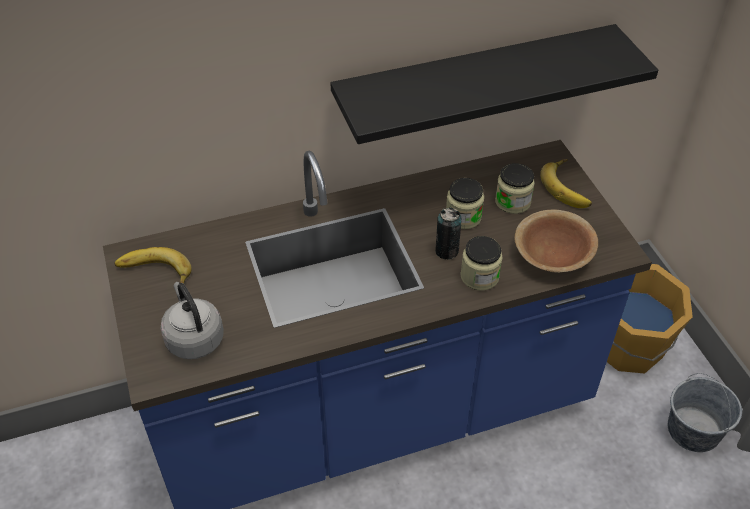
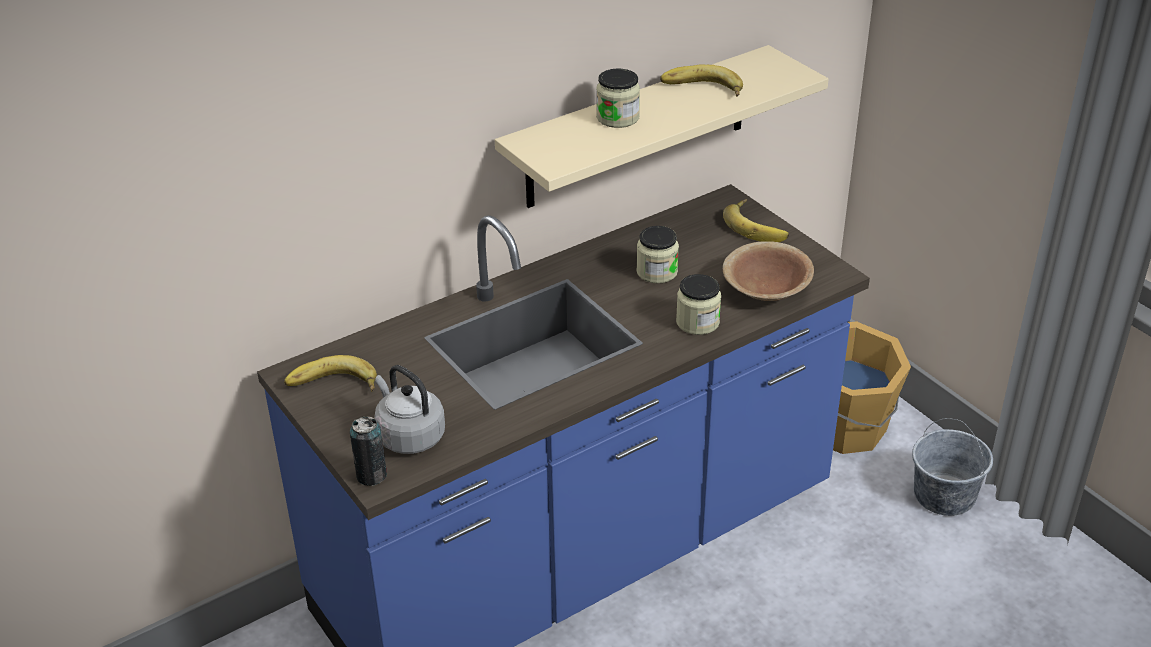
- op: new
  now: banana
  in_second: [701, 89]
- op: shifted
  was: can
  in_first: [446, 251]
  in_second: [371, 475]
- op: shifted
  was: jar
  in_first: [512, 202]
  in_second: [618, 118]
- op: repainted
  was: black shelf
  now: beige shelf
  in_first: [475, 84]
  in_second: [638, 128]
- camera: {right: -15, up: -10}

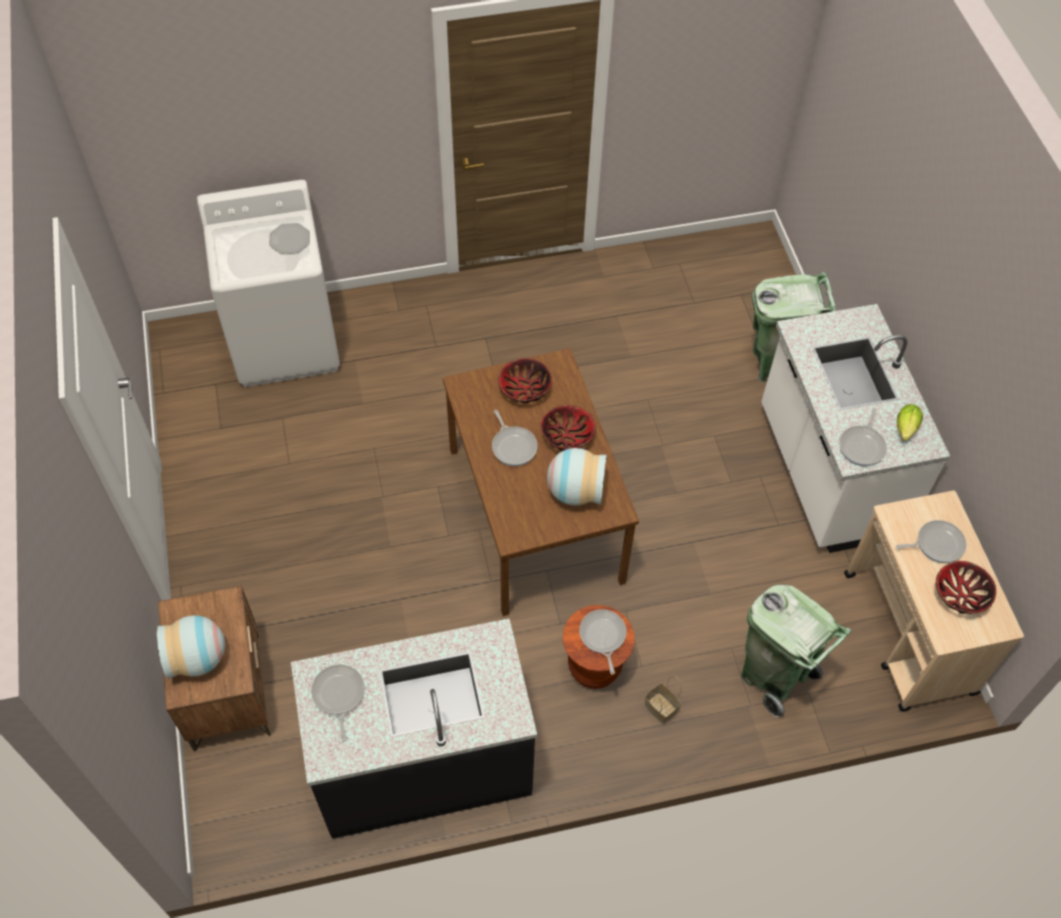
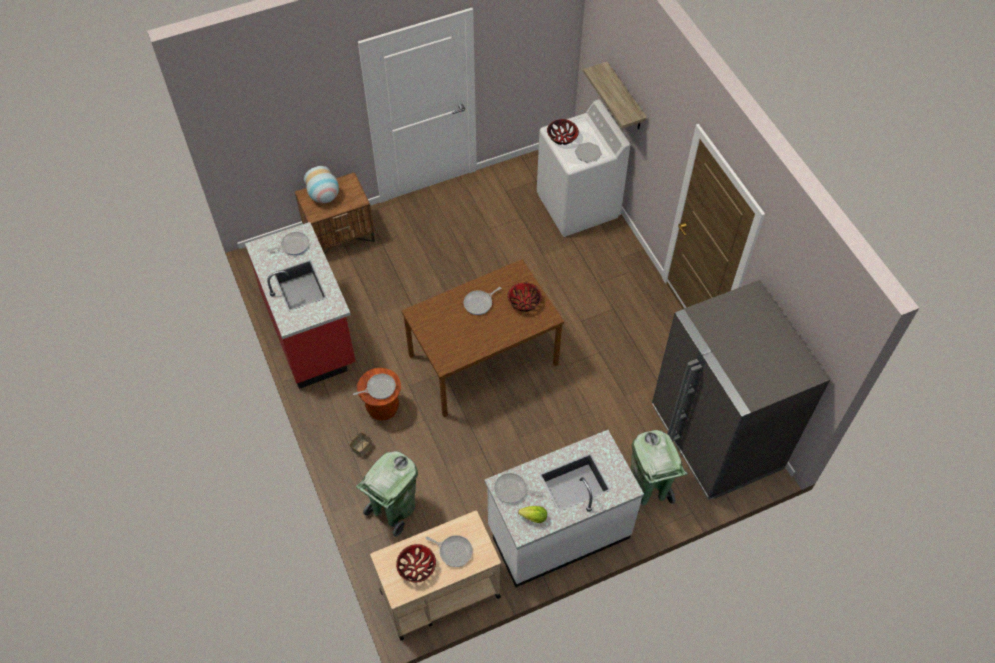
- op: gone
  was: vase
  in_first: [575, 491]
- op: new
  now: shelf
  in_second: [625, 98]
- op: new
  now: grey fridge
  in_second: [715, 438]
- op: shifted
  was: bowl
  in_first: [567, 436]
  in_second: [562, 137]
- op: repainted
  was: black counter
  now: red counter
  in_first: [423, 763]
  in_second: [311, 333]
- op: rotated
  was: frying pan
  in_first: [936, 544]
  in_second: [454, 551]
  clockwise: -45
- camera: {right: 80, up: 0}

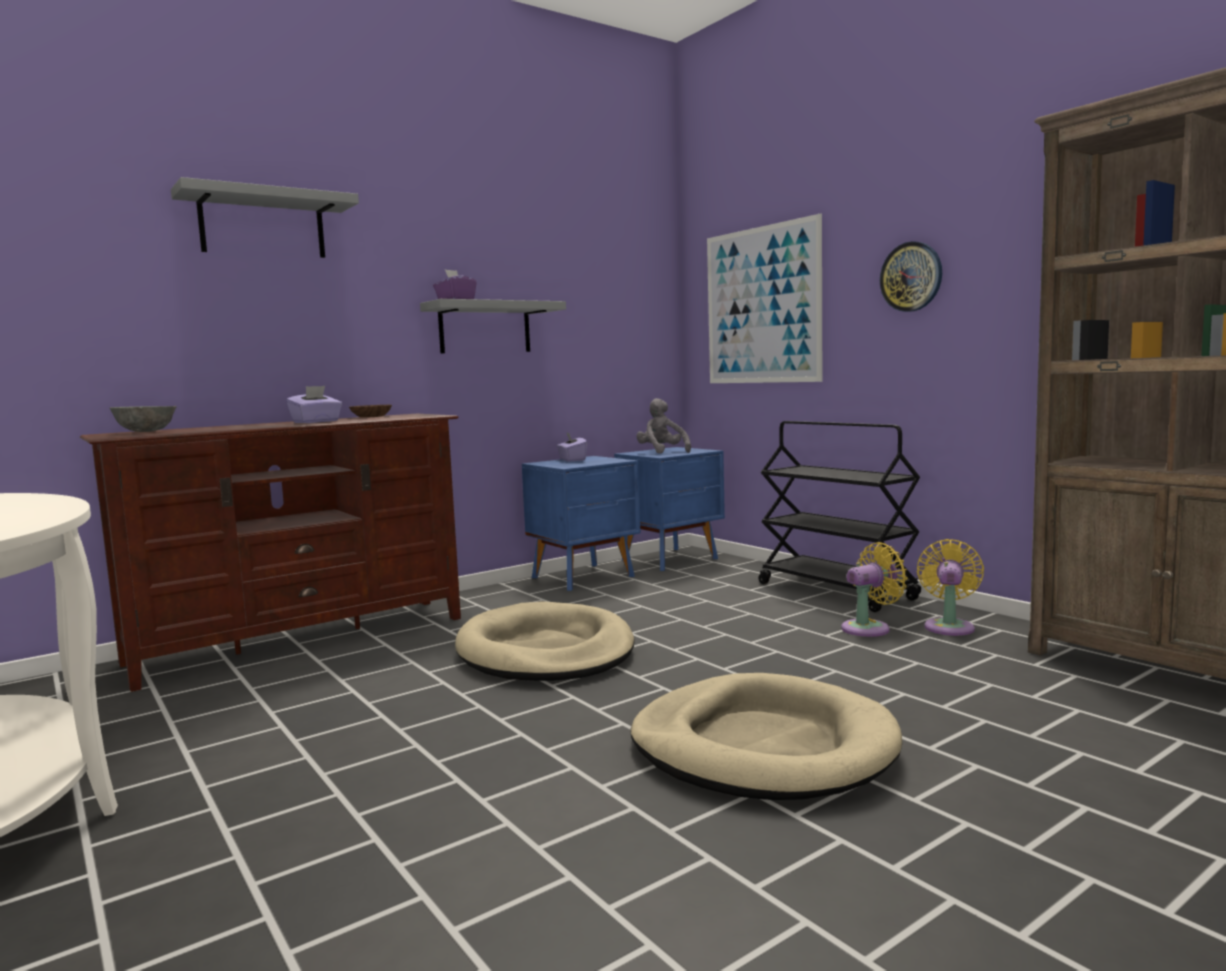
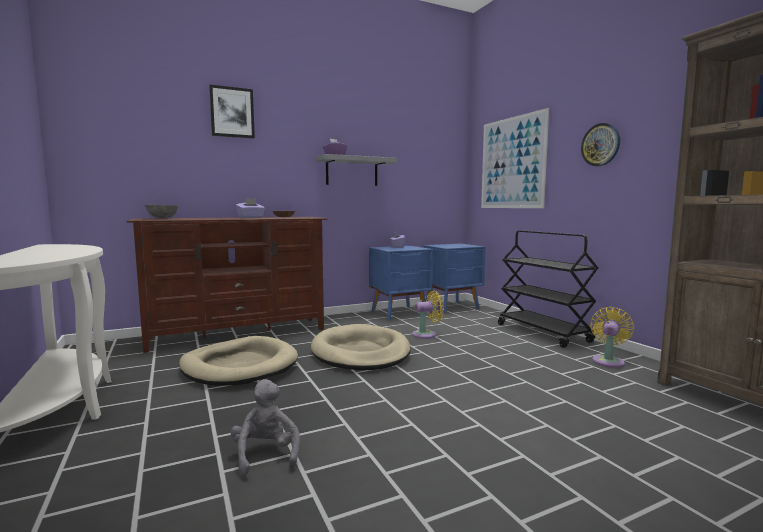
- op: shifted
  was: beige dog bed
  in_first: [762, 746]
  in_second: [239, 366]
- op: shifted
  was: grey plush toy
  in_first: [662, 452]
  in_second: [266, 455]
- op: shifted
  was: yellow fan
  in_first: [870, 628]
  in_second: [427, 334]
- op: swapped
  was: grey shelf
  now: picture
  in_first: [262, 225]
  in_second: [232, 112]
- camera: {right: 10, up: 0}

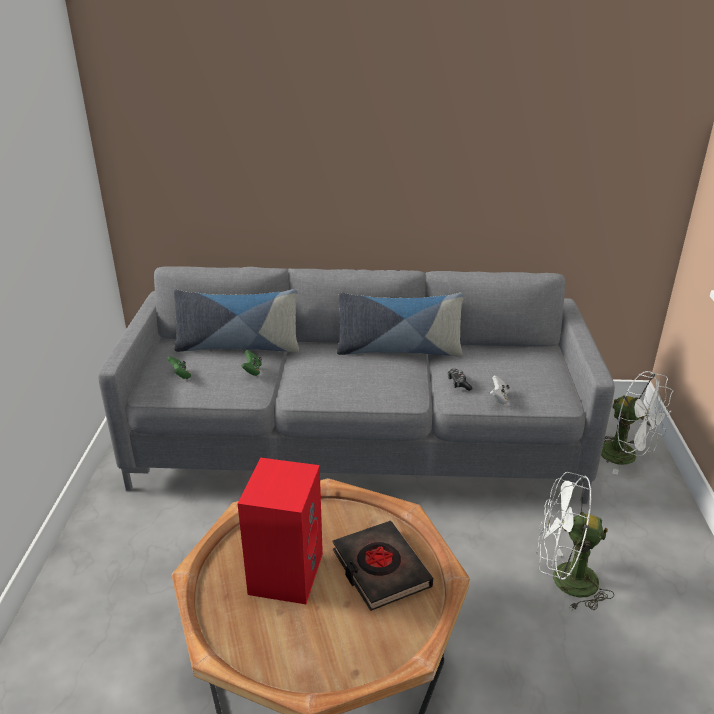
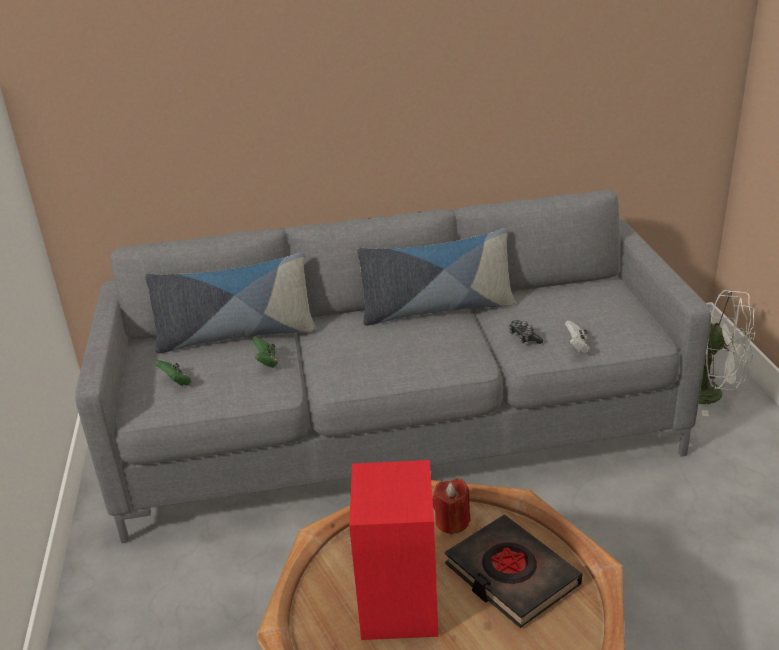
- op: gone
  was: white fan
  in_first: [564, 580]
- op: new
  now: red candle
  in_second: [452, 522]
- camera: {right: -10, up: 0}

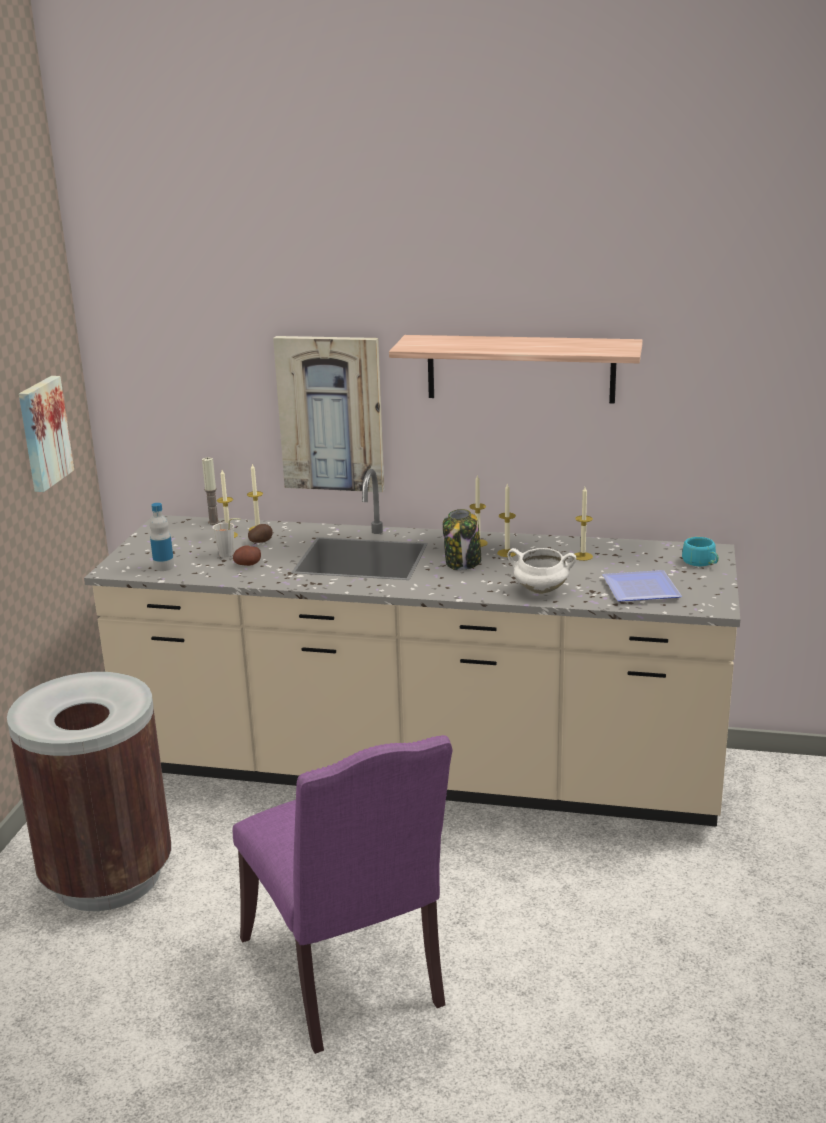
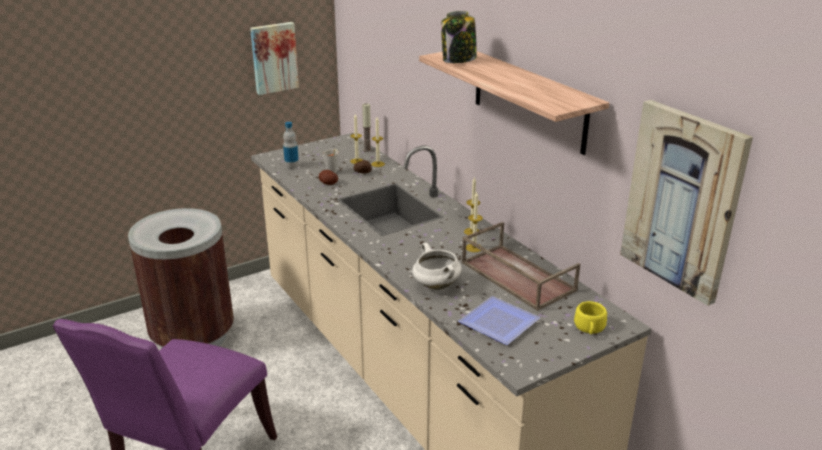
- op: shifted
  was: picture
  in_first: [331, 413]
  in_second: [682, 201]
- op: shifted
  was: jar
  in_first: [463, 563]
  in_second: [458, 60]
- op: swapped
  was: candle
  now: brown tray
  in_first: [582, 556]
  in_second: [515, 276]
- op: repainted
  was: turquoise cup
  now: yellow cup
  in_first: [701, 562]
  in_second: [589, 328]
- camera: {right: 45, up: 5}

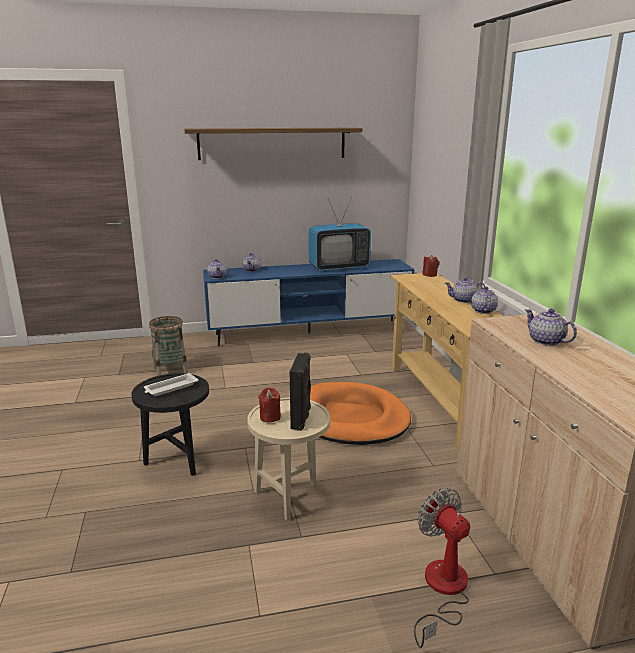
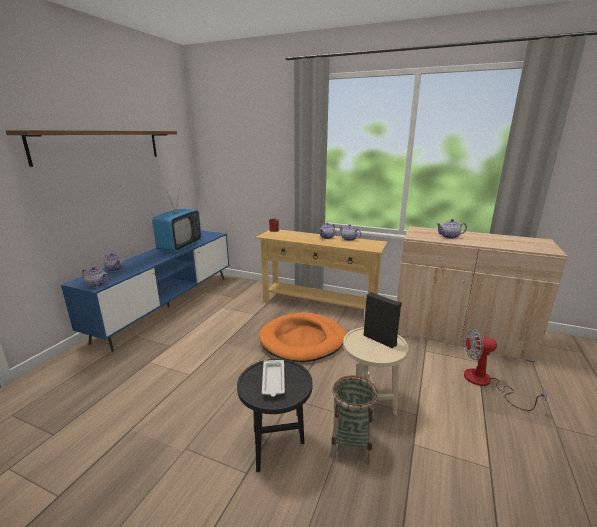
- op: gone
  was: red candle
  in_first: [270, 417]
- op: shifted
  was: basket
  in_first: [170, 370]
  in_second: [351, 444]
- camera: {right: -55, up: 0}

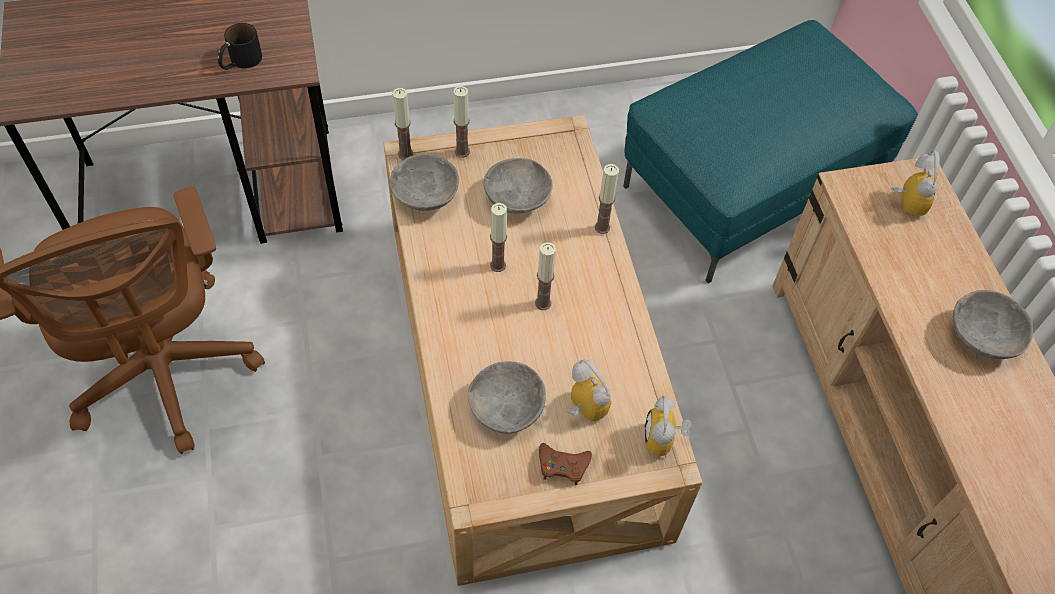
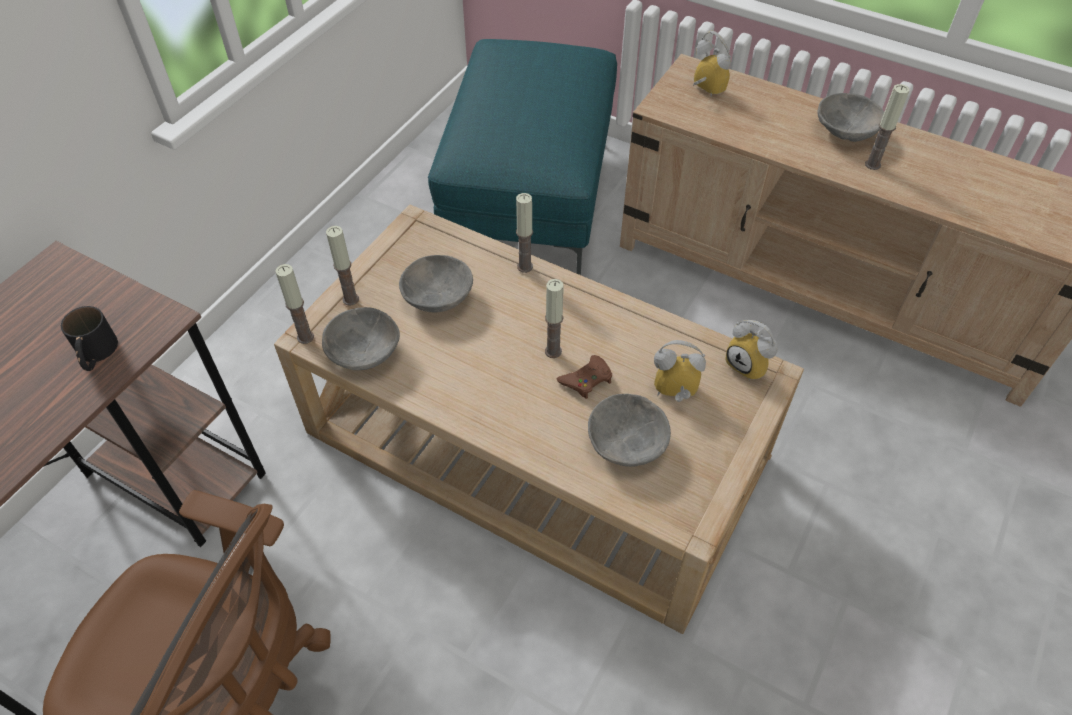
- op: shifted
  was: candle
  in_first: [497, 265]
  in_second: [872, 164]
- op: shifted
  was: brown game controller
  in_first: [563, 465]
  in_second: [586, 380]
- camera: {right: -45, up: -5}

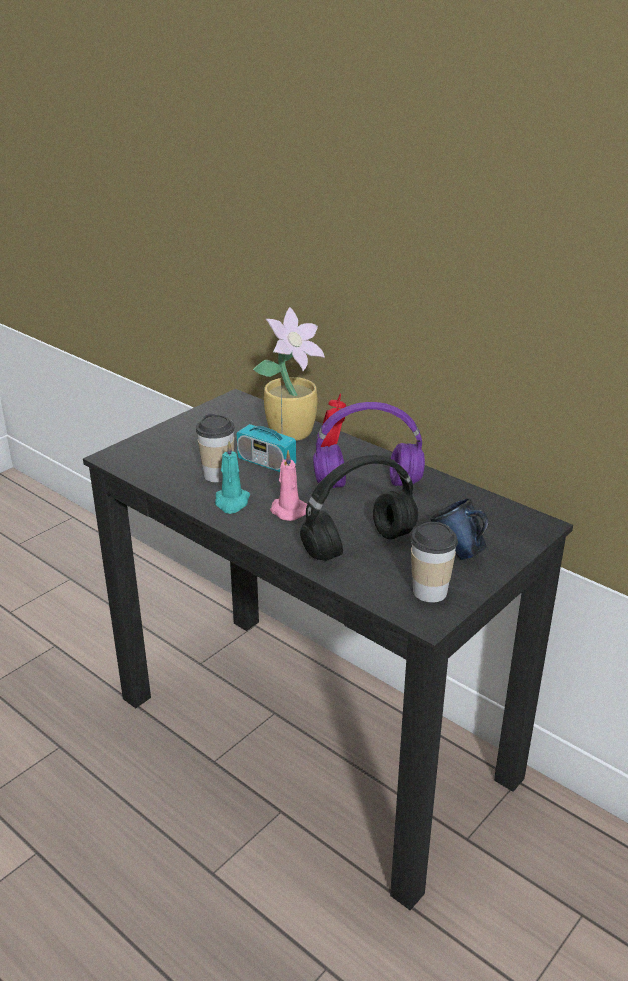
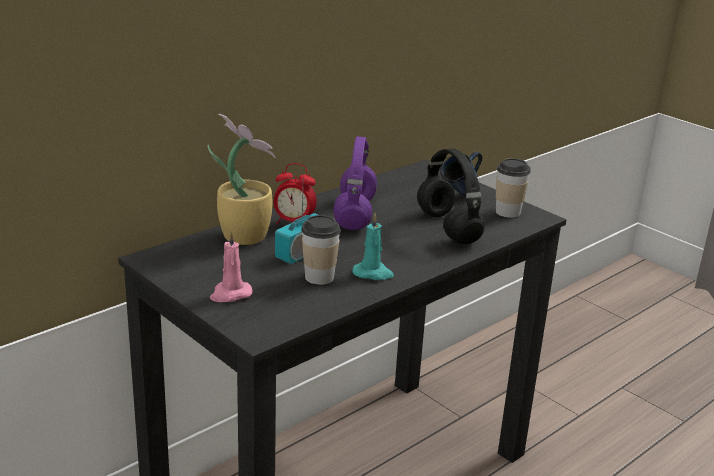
- op: shifted
  was: pink candle
  in_first: [287, 510]
  in_second: [230, 294]
- camera: {right: -85, up: -5}

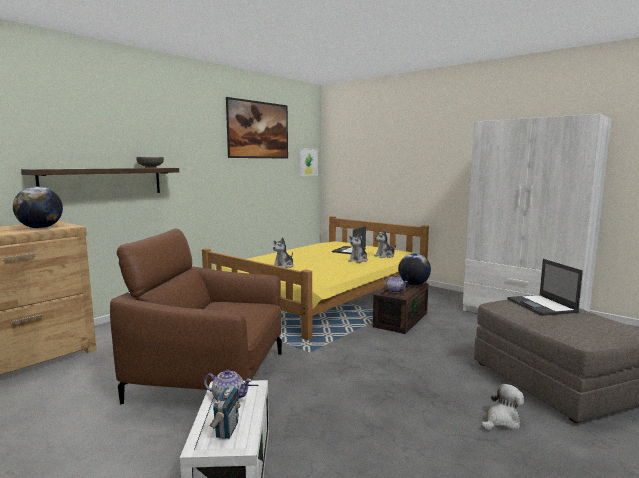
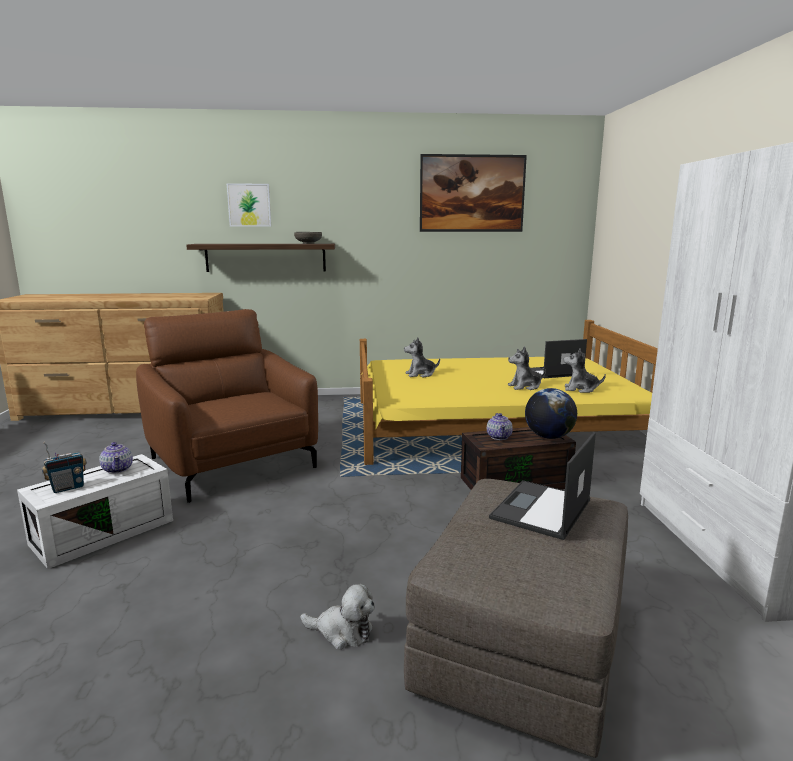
- op: gone
  was: globe
  in_first: [40, 228]
- op: shifted
  was: picture
  in_first: [307, 162]
  in_second: [249, 205]
- camera: {right: 45, up: 5}

